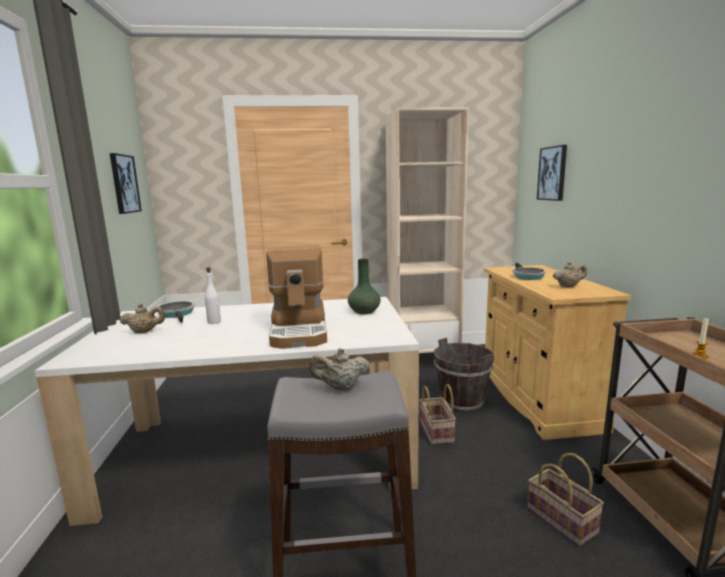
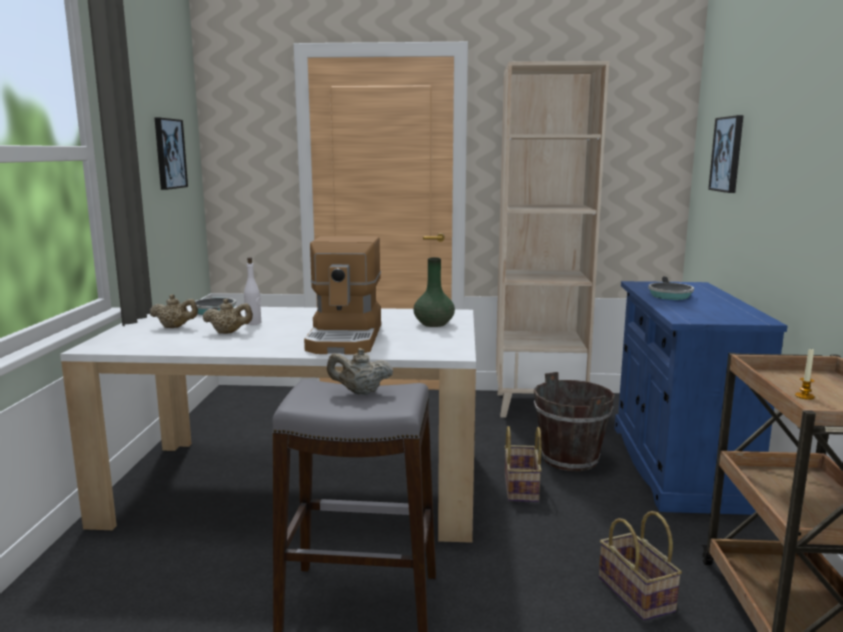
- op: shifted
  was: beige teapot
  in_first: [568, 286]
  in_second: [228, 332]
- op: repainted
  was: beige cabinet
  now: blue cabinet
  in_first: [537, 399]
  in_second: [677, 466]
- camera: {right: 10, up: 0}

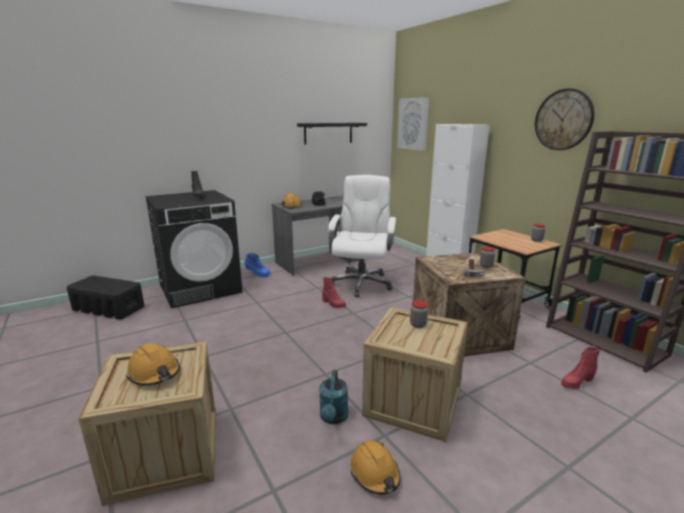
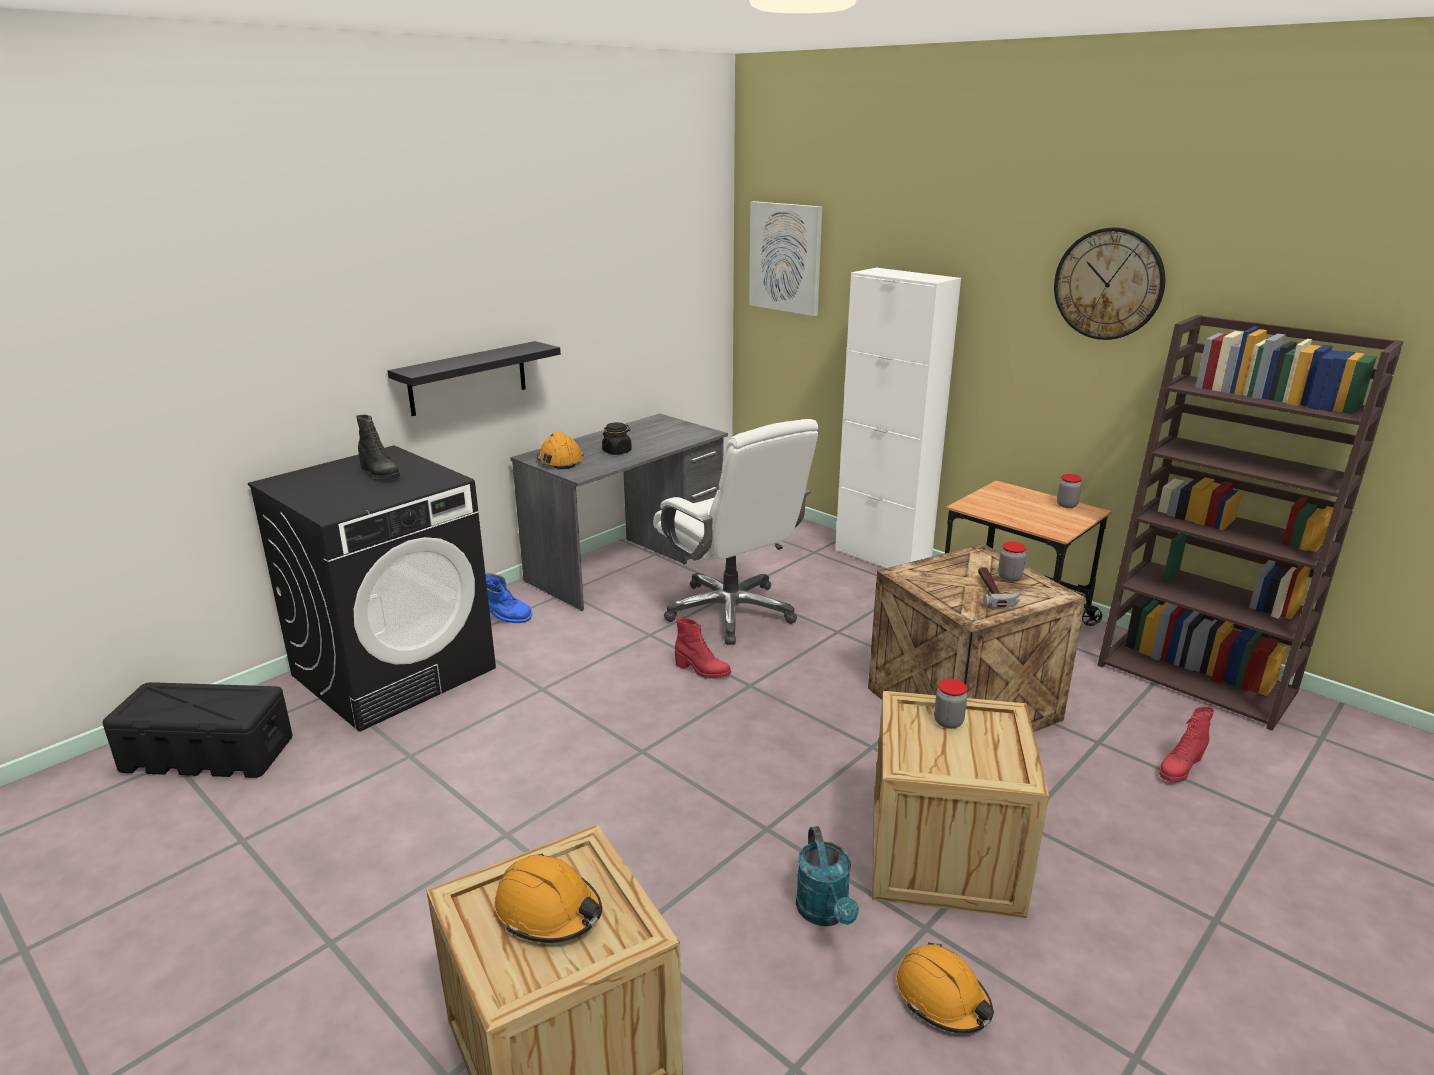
- op: shifted
  was: black shelf
  in_first: [328, 133]
  in_second: [468, 378]
- op: rotated
  was: white office chair
  in_first: [361, 283]
  in_second: [731, 612]
  clockwise: 150
- camera: {right: -15, up: 5}

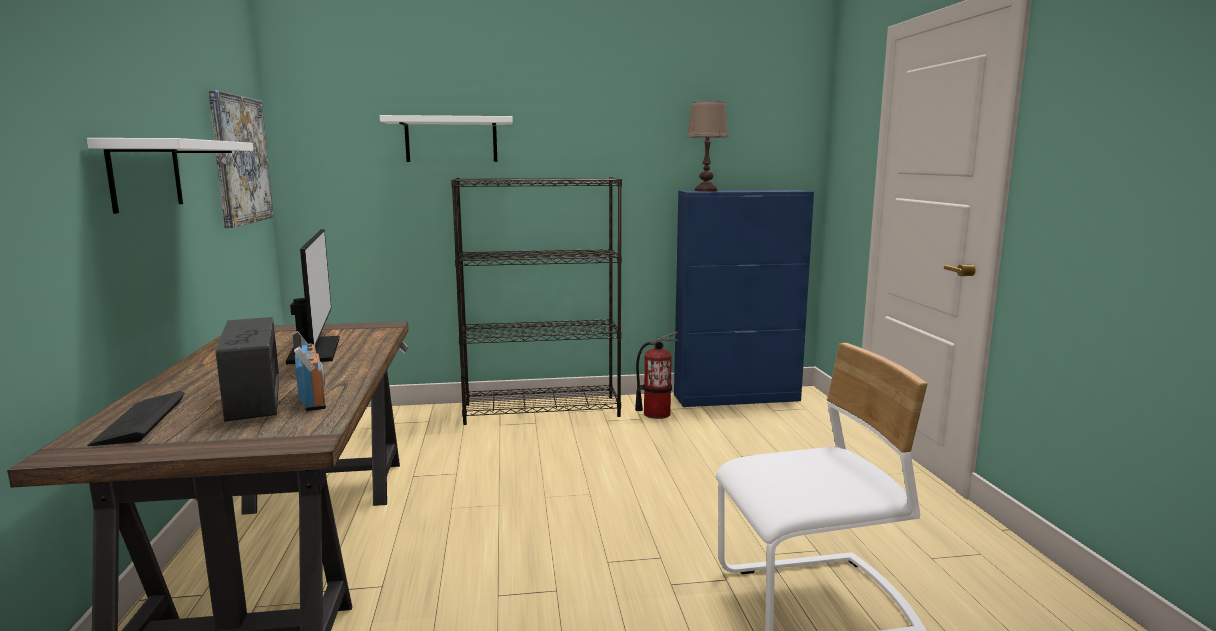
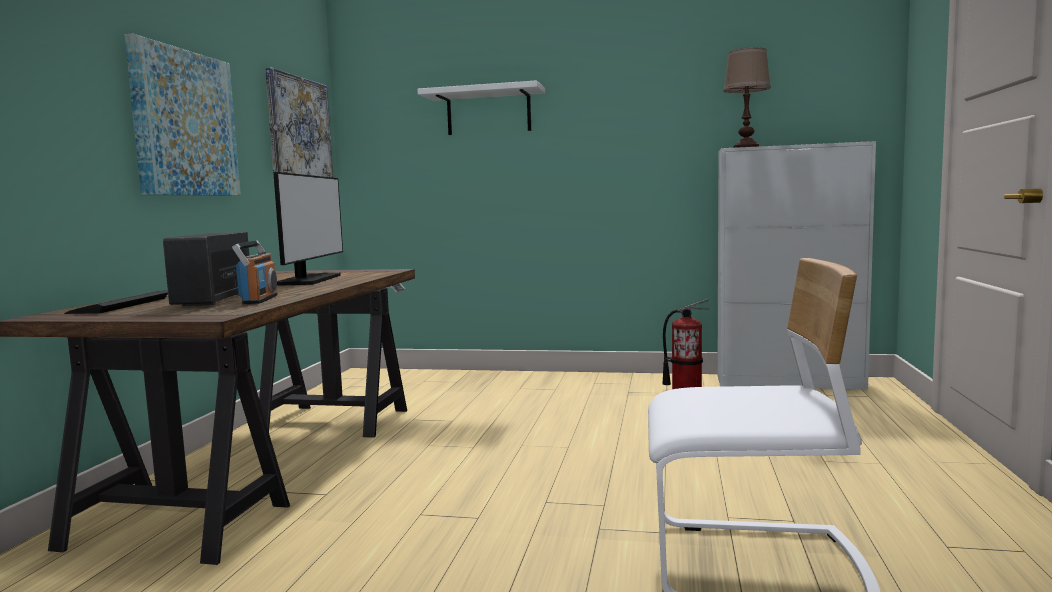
- op: gone
  was: black bookcase
  in_first: [542, 410]
- op: swapped
  was: white shelf
  now: picture
  in_first: [145, 174]
  in_second: [184, 123]
- op: repainted
  was: blue cabinet
  now: white cabinet
  in_first: [737, 398]
  in_second: [790, 382]
- camera: {right: 20, up: -5}

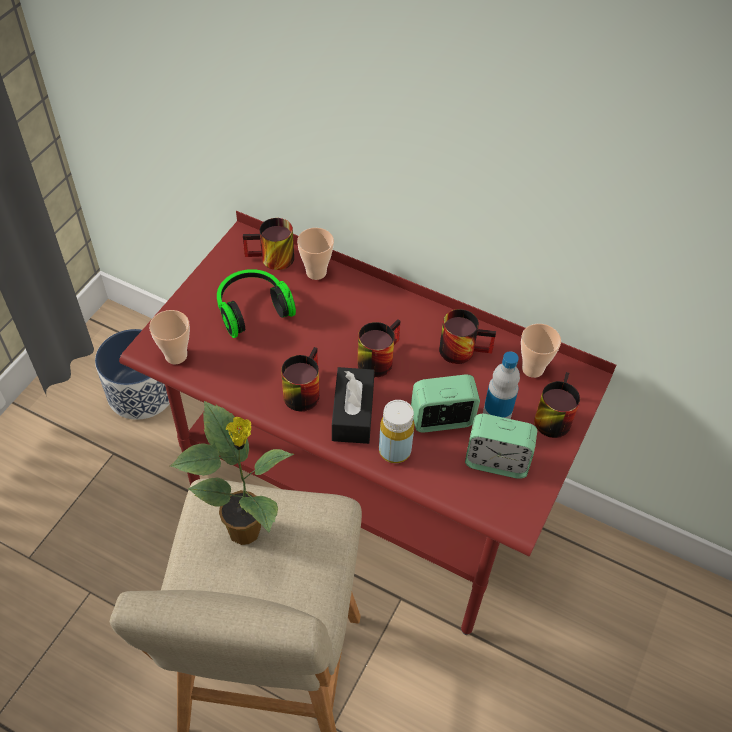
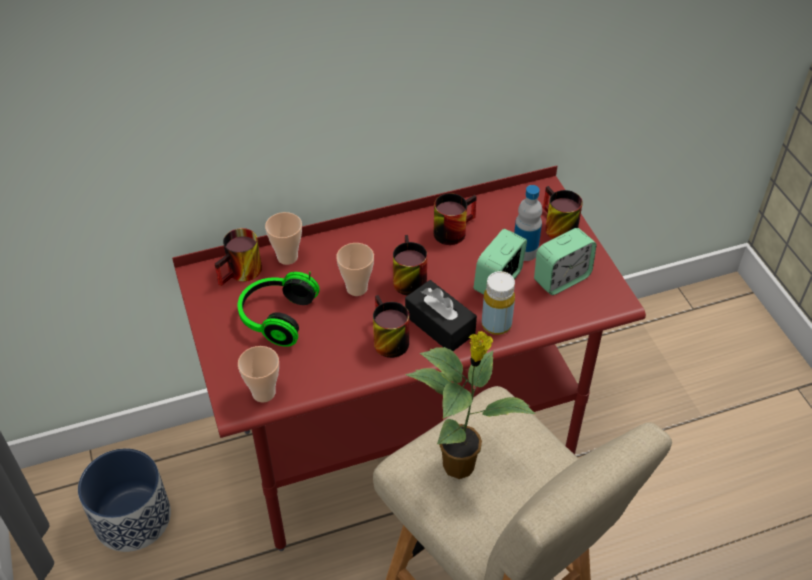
- op: shifted
  was: cup
  in_first: [532, 369]
  in_second: [357, 288]
- camera: {right: -45, up: -5}

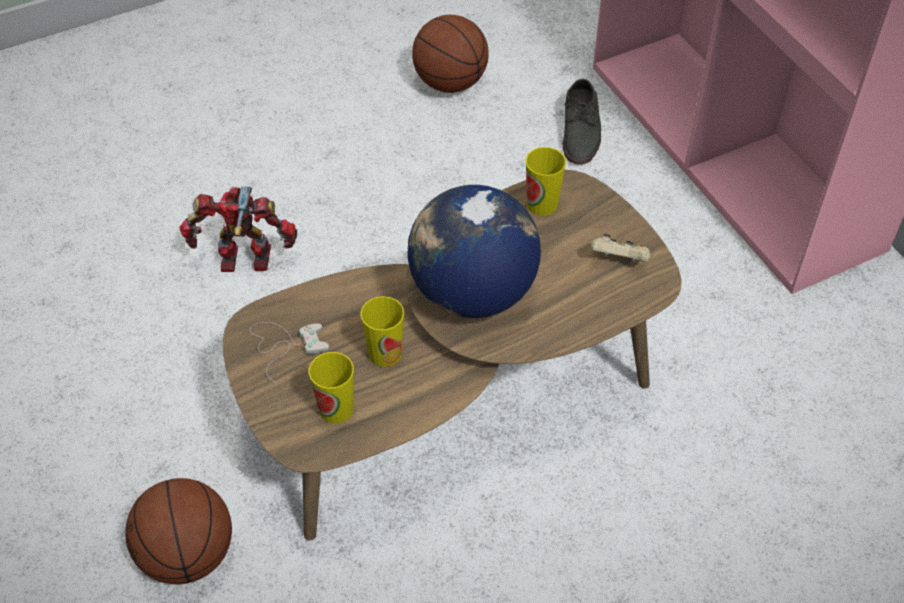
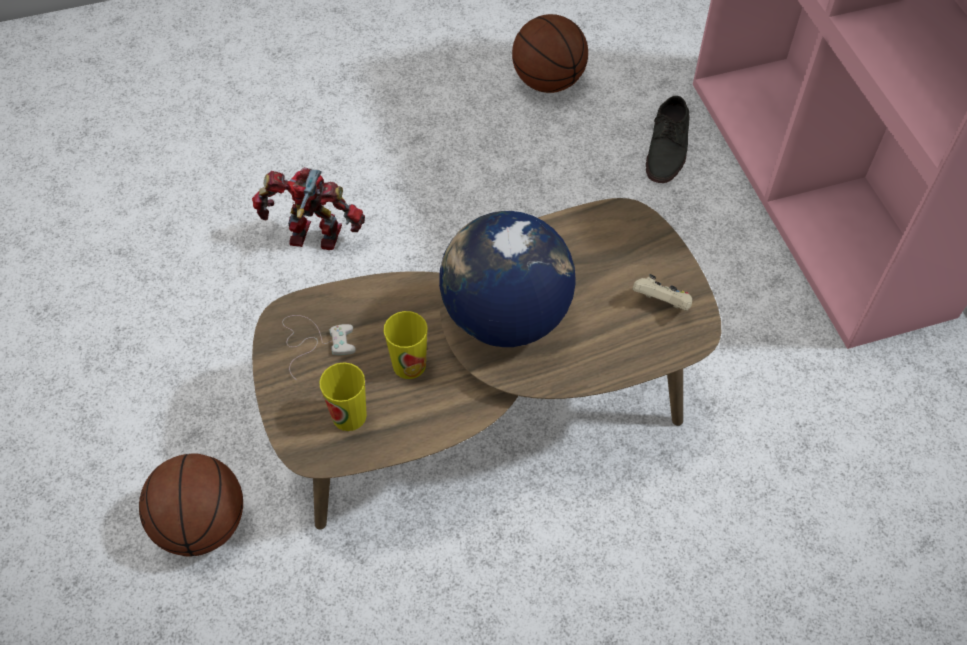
- op: gone
  was: cup
  in_first: [542, 204]
- camera: {right: 10, up: 5}

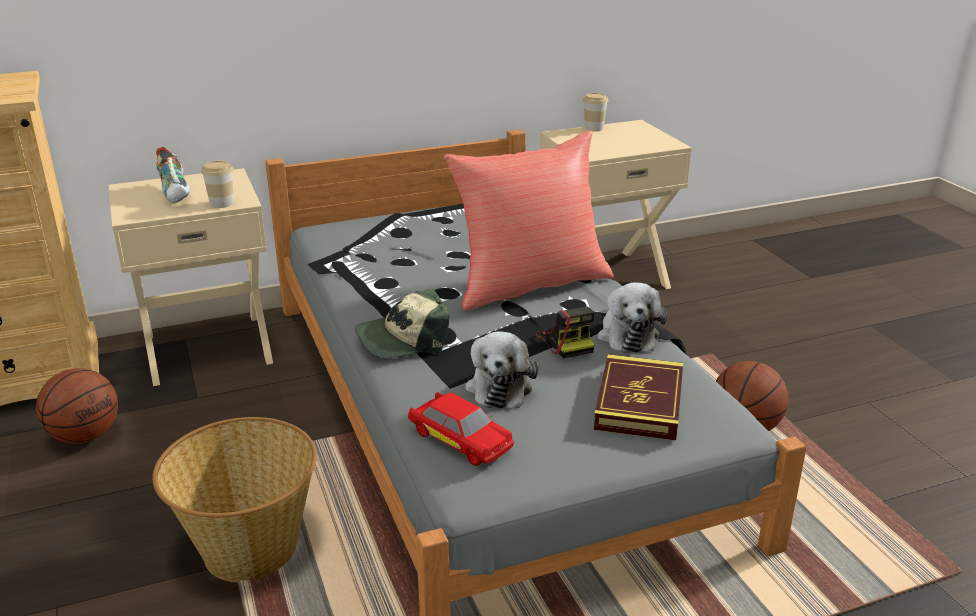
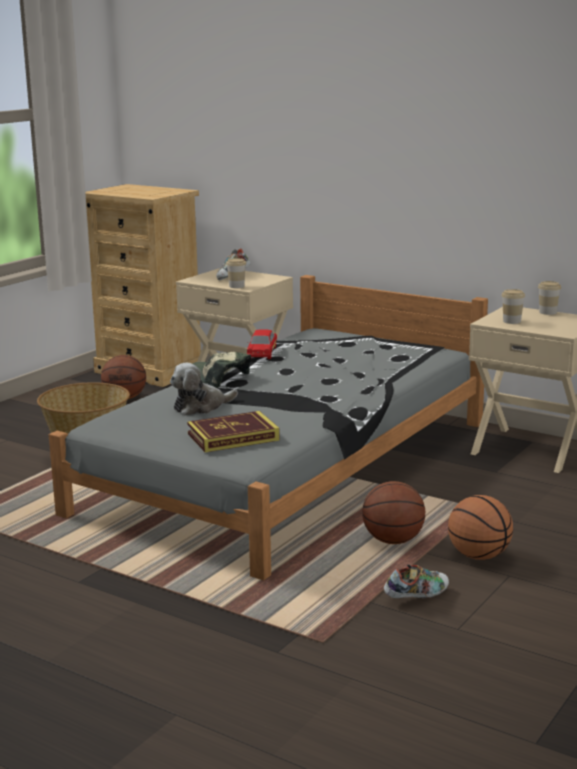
- op: gone
  was: red pillow
  in_first: [529, 284]
- op: gone
  was: photo camera
  in_first: [566, 341]
- op: gone
  was: plush toy
  in_first: [627, 334]
- op: new
  now: shoe
  in_second: [416, 596]
- op: new
  now: basketball
  in_second: [479, 556]
- op: new
  now: cup
  in_second: [512, 321]
- op: shifted
  was: red toy car
  in_first: [460, 439]
  in_second: [262, 353]
- camera: {right: 55, up: -10}

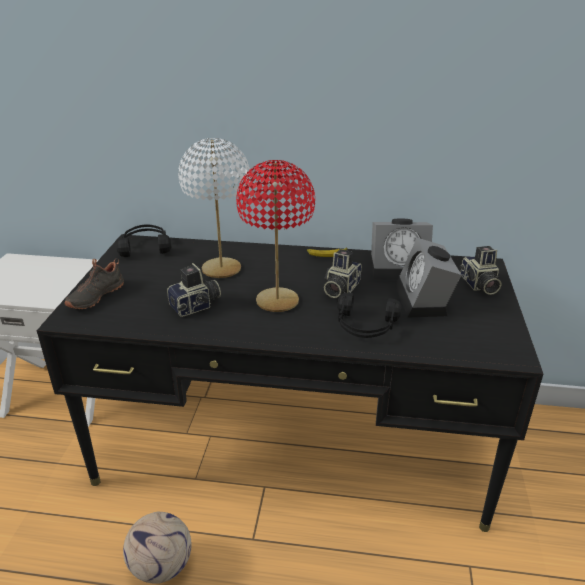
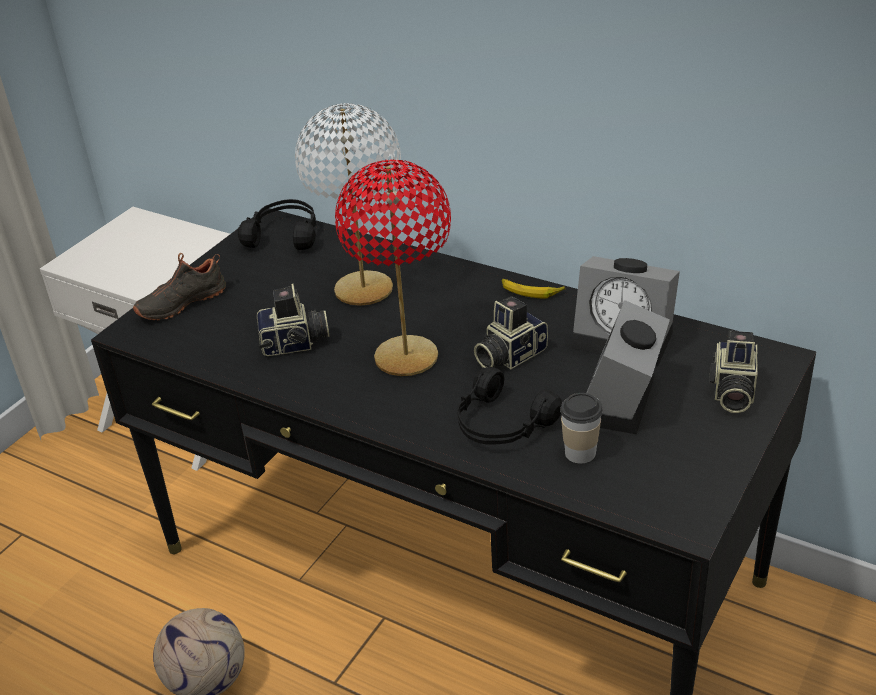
- op: new
  now: cup
  in_second: [580, 453]
- camera: {right: 25, up: 5}

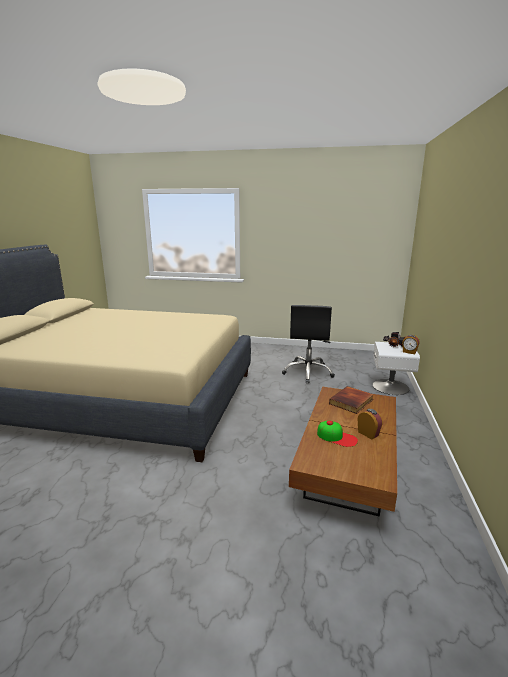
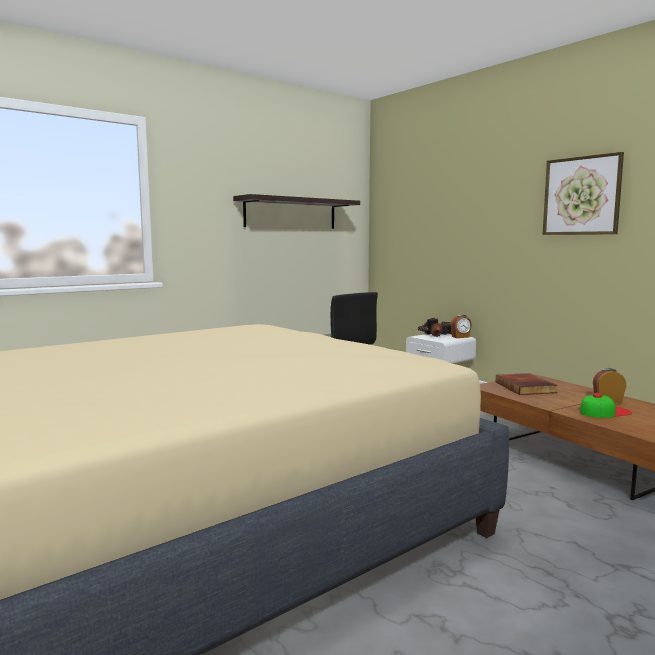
- op: new
  now: shelf
  in_second: [291, 213]
- op: new
  now: picture
  in_second: [581, 196]
- camera: {right: -50, up: -10}

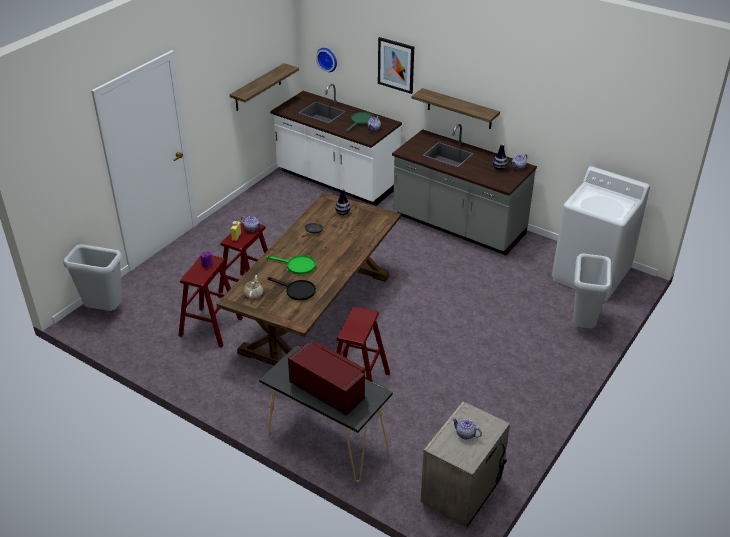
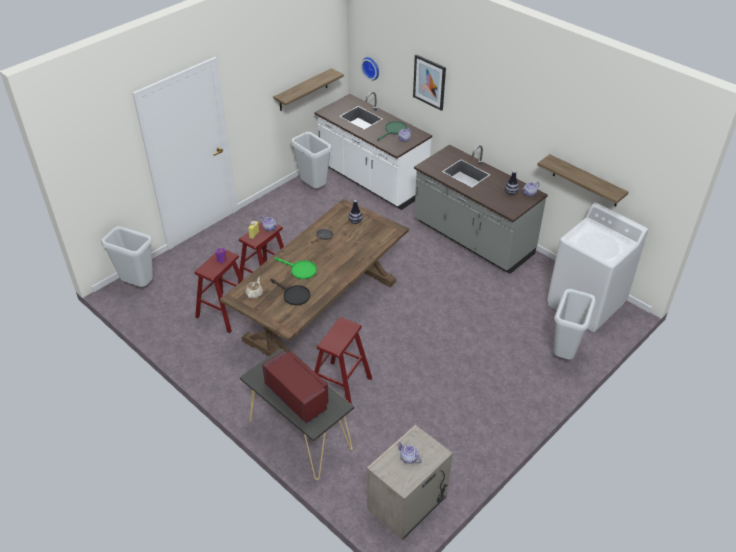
- op: new
  now: grey trash can
  in_second: [314, 187]
- op: shifted
  was: shelf
  in_first: [459, 109]
  in_second: [586, 181]
- camera: {right: 10, up: 5}

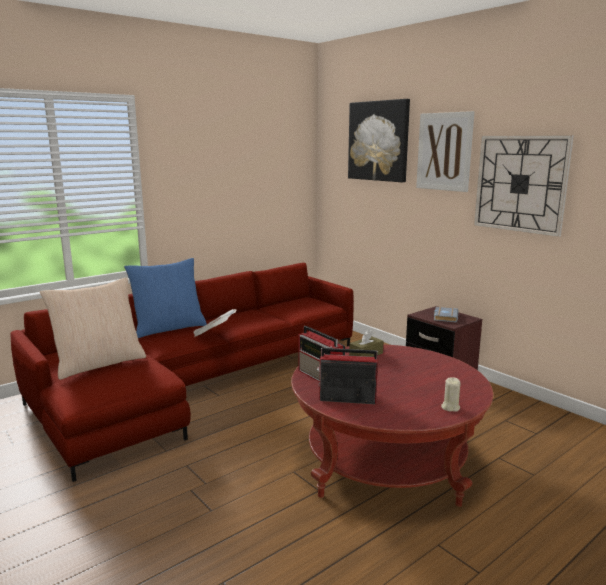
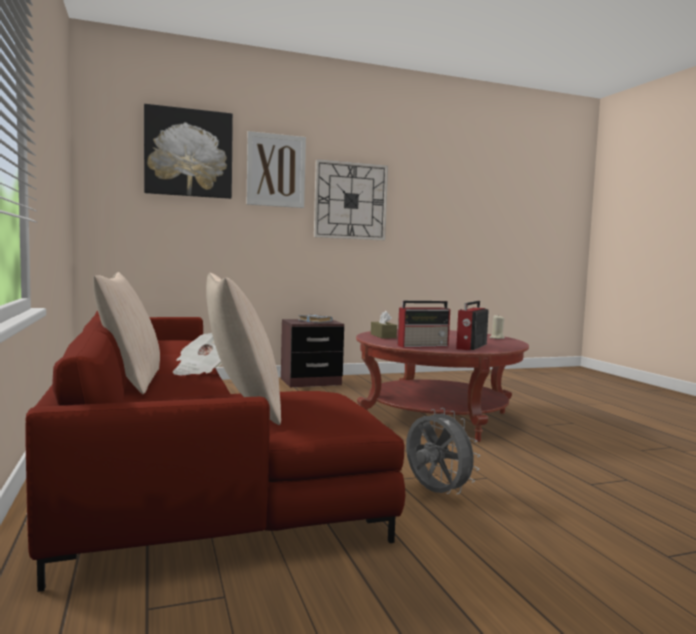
- op: new
  now: grey fan
  in_second: [435, 493]
- op: repainted
  was: blue pillow
  now: beige pillow
  in_first: [169, 328]
  in_second: [130, 381]
- camera: {right: -70, up: -10}

